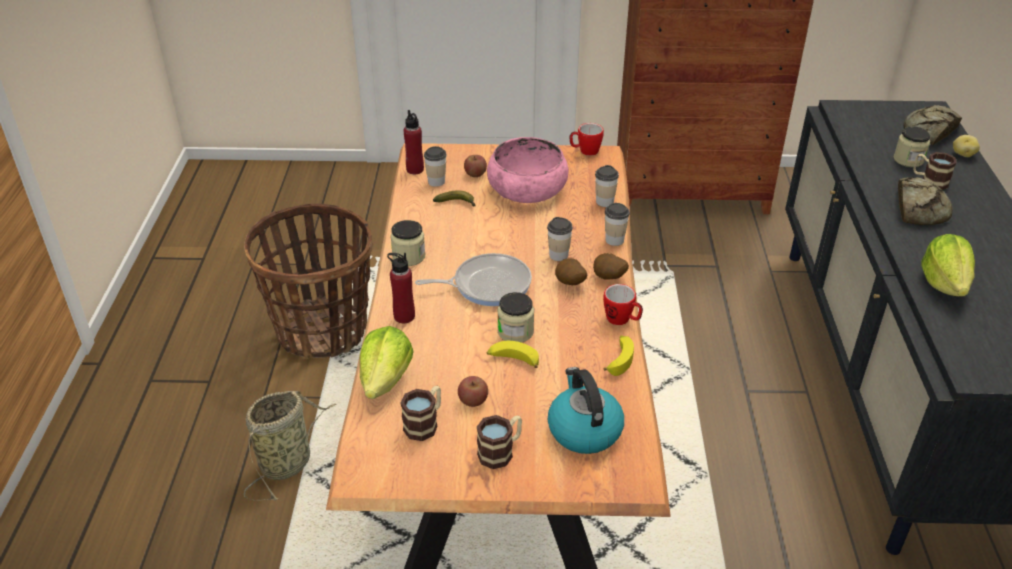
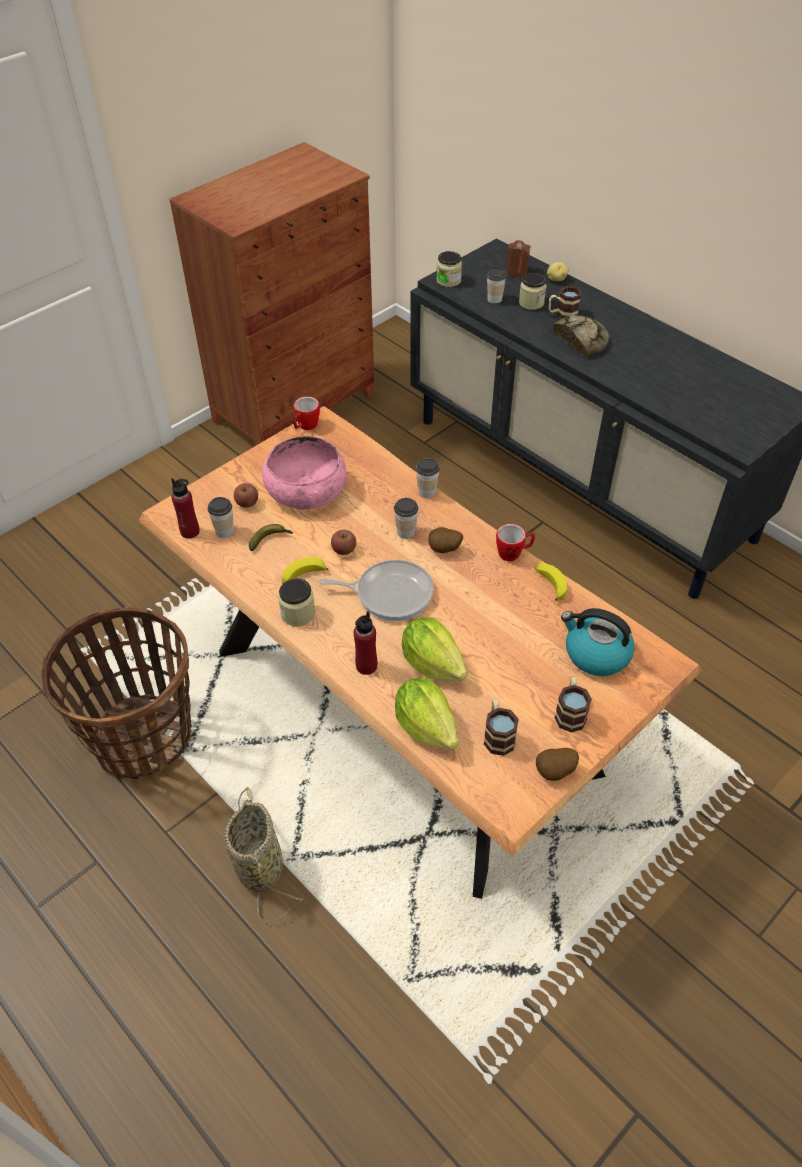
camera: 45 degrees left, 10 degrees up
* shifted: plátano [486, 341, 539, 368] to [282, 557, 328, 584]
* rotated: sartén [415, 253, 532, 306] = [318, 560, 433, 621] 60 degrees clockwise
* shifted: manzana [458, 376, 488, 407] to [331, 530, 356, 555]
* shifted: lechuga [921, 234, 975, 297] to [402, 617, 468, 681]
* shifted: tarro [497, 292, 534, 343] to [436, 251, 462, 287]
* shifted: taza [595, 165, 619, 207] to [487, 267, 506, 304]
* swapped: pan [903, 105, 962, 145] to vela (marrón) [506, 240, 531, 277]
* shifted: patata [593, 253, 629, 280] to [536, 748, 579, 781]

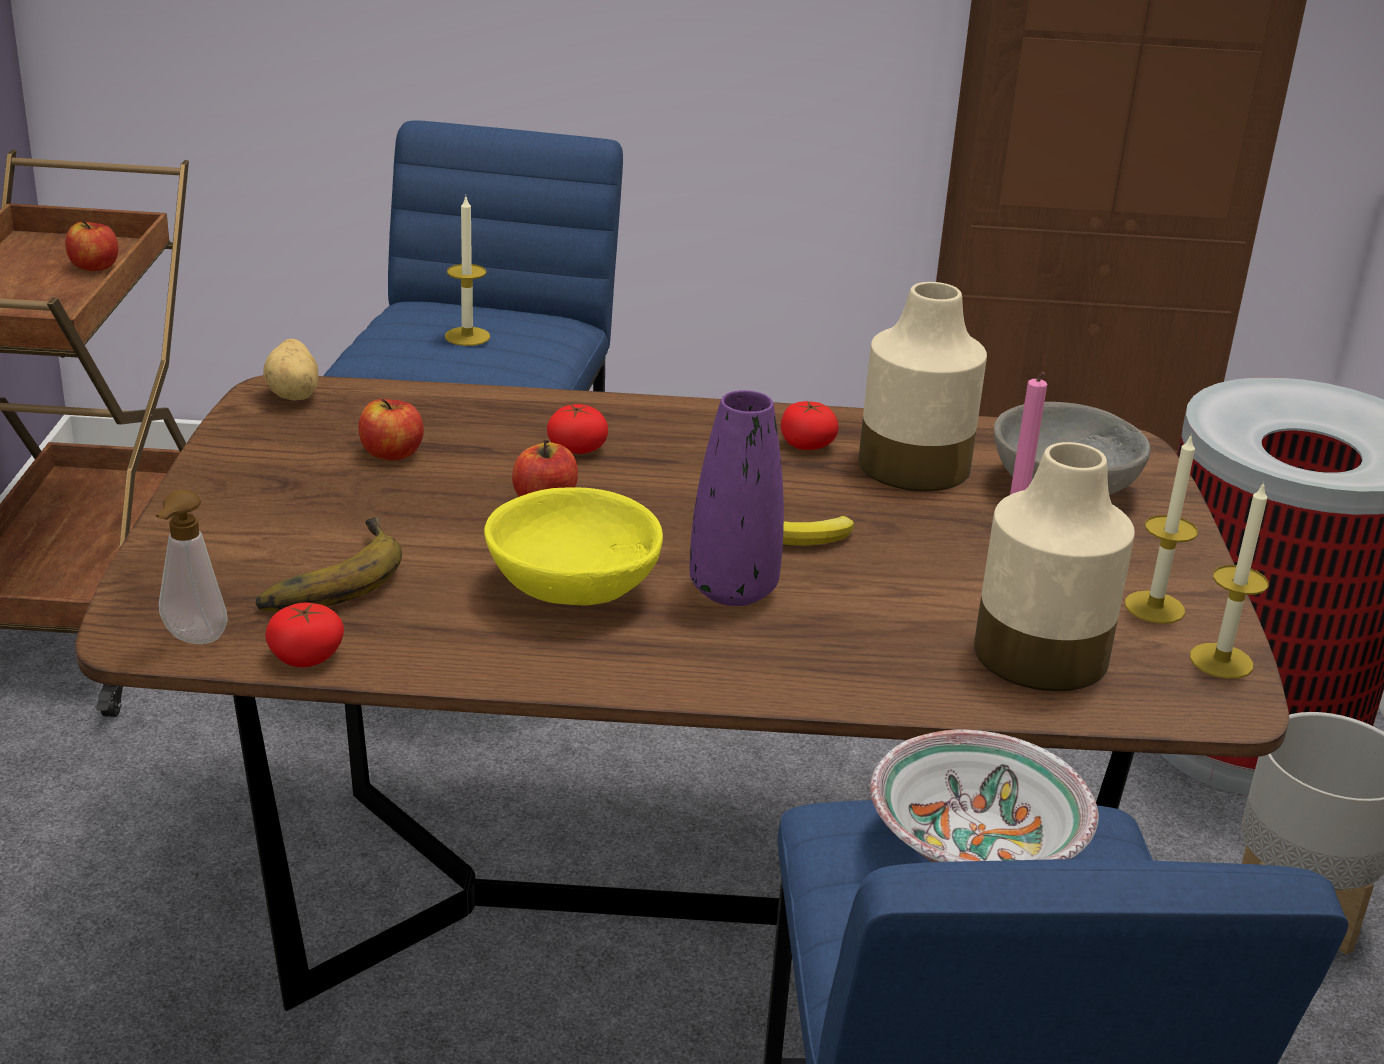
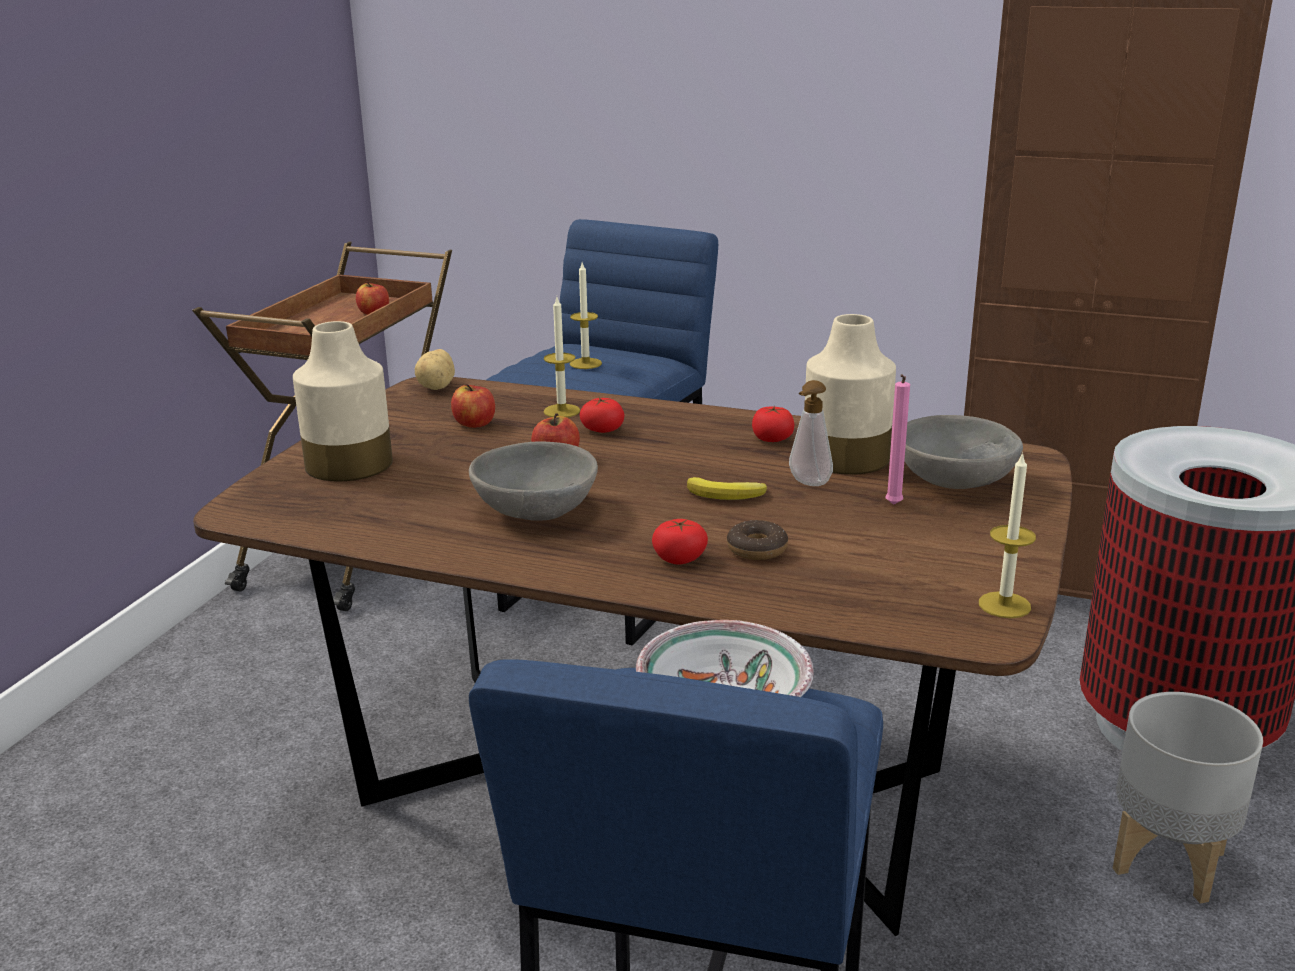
camera: 20 degrees right, 5 degrees down
* shifted: florero (beis) [974, 442, 1135, 691] to [293, 321, 393, 481]
* repainted: cuenco (amarillo) [484, 487, 663, 605] to cuenco (gris) [469, 441, 598, 521]
* shifted: vela [1125, 433, 1198, 624] to [544, 297, 580, 417]
* shifted: tomate [265, 603, 344, 667] to [652, 519, 708, 565]
* new: rosquilla [727, 520, 788, 560]
* shifted: dispensador de jabón [156, 489, 228, 644] to [789, 380, 833, 486]
* gone: plátano [255, 517, 402, 612]
* gone: florero (morado) [690, 390, 784, 606]

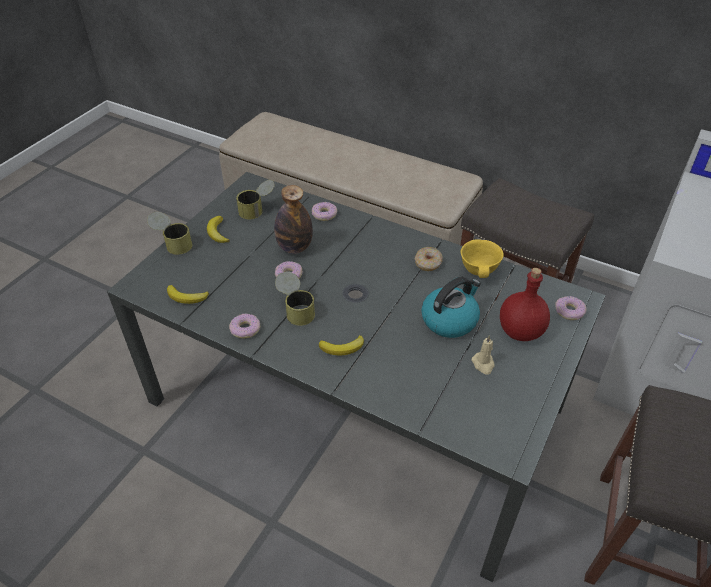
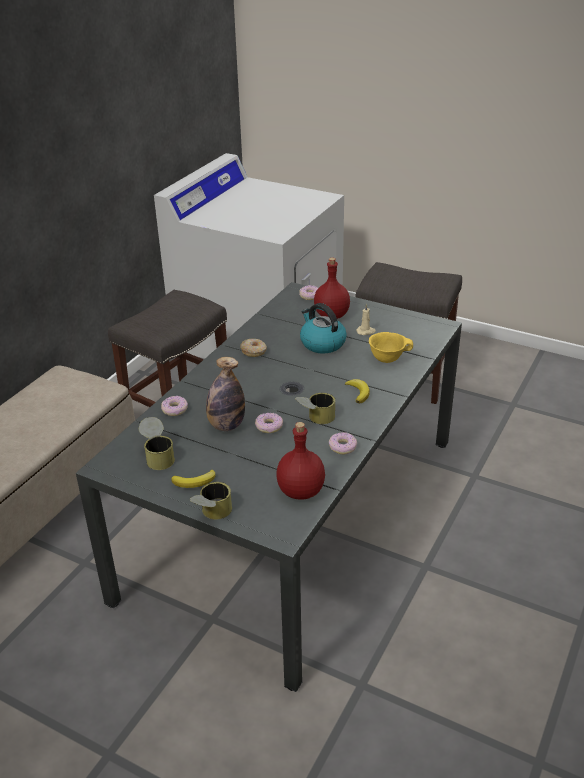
camera: 90 degrees left, 10 degrees down
* swapped: plátano [167, 285, 209, 304] to botella (rojo) [276, 422, 325, 500]
* shifted: cuenco (amarillo) [460, 239, 504, 278] to [369, 332, 413, 363]

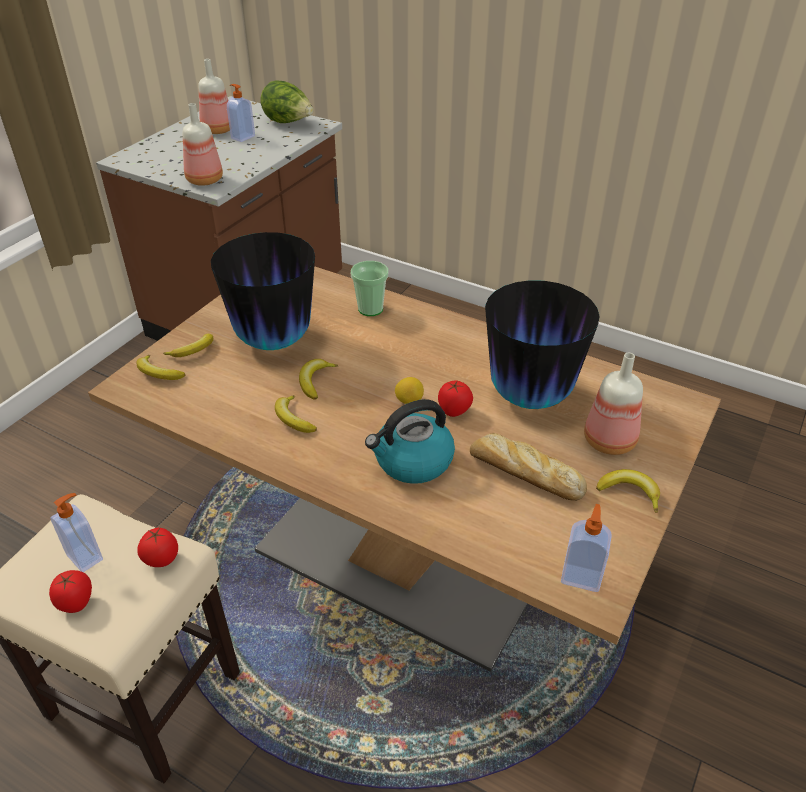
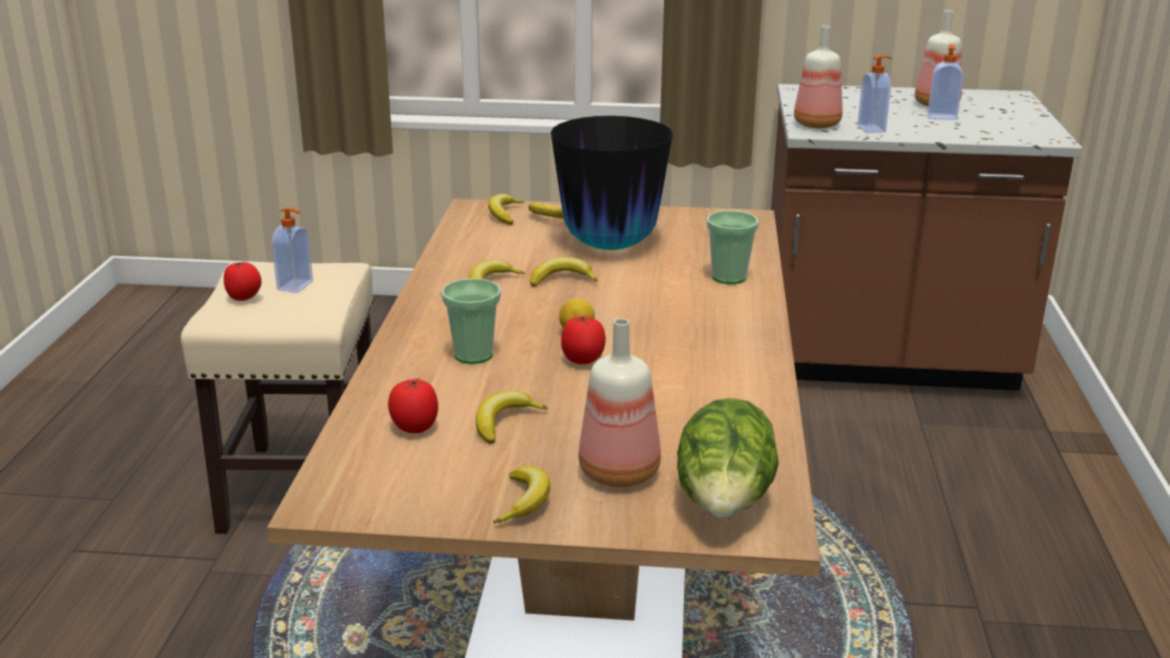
camera: 65 degrees right, 15 degrees down
* shifted: tomate [137, 527, 178, 567] to [388, 378, 438, 433]
* swapped: hervidor [365, 399, 455, 484] to taza [441, 279, 501, 364]
* swapped: pan [470, 433, 587, 501] to plátano [476, 390, 548, 444]
* shifted: lechuga [261, 81, 313, 123] to [677, 398, 779, 518]
* shifted: dispensador de jabón [561, 504, 612, 592] to [858, 55, 892, 133]
* gone: florero [485, 280, 600, 409]

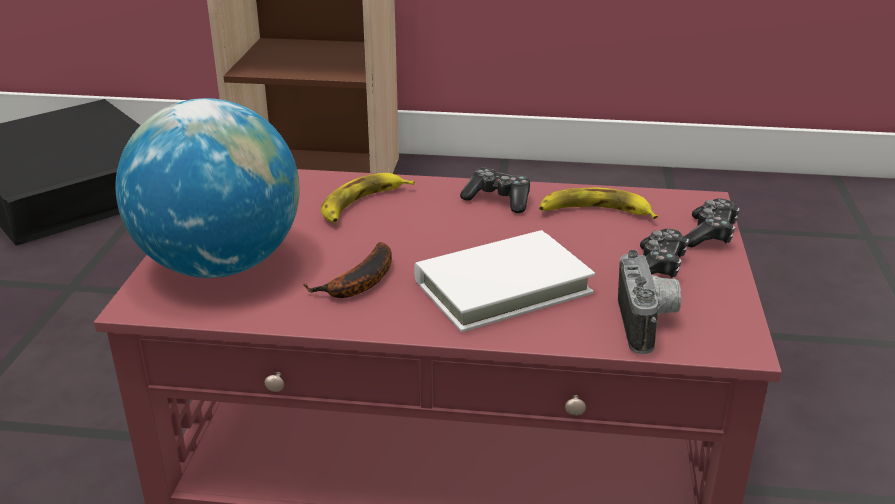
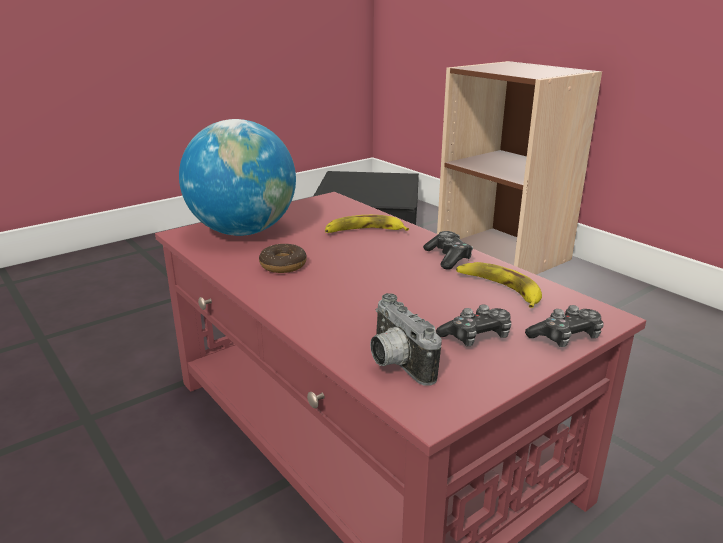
camera: 45 degrees right, 5 degrees down
* swapped: plátano [304, 242, 392, 298] to rosquilla [259, 243, 307, 273]
* rotated: cámara [618, 250, 681, 354] = [370, 293, 442, 386] 105 degrees clockwise
* gone: libro (blanco) [414, 230, 595, 332]

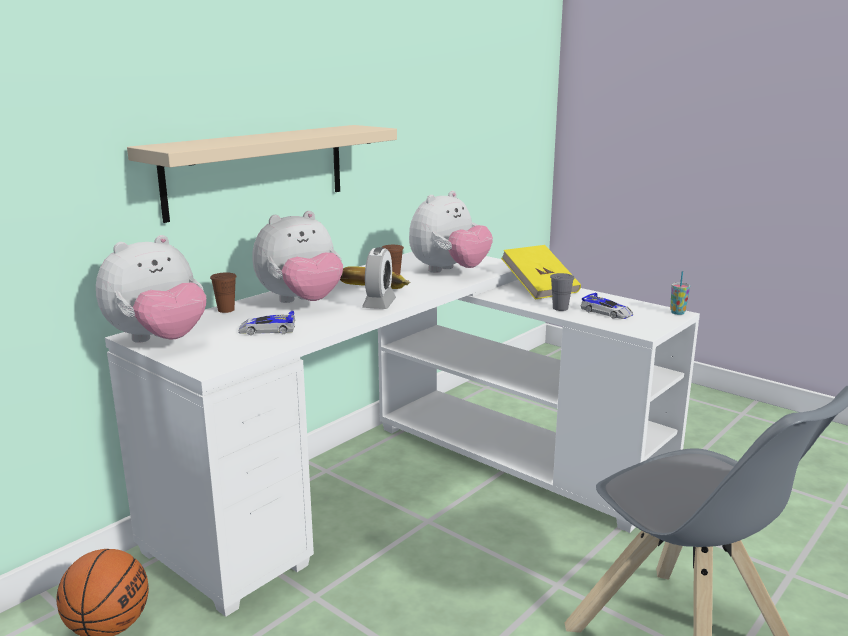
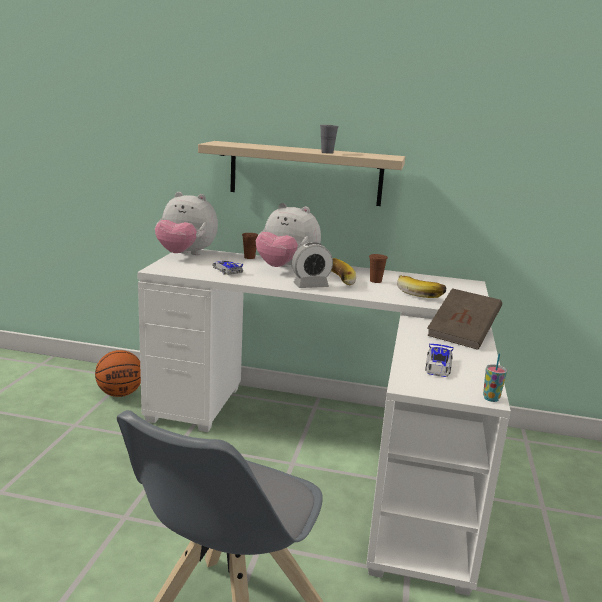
camera: 60 degrees right, 0 degrees up
* shifted: taza (gris) [550, 273, 575, 311] to [320, 125, 339, 154]
* swapped: peluche [409, 191, 493, 273] to plátano [397, 275, 446, 298]
* repainted: libro (amarillo) [501, 245, 581, 299] to libro (marrón) [427, 288, 502, 350]

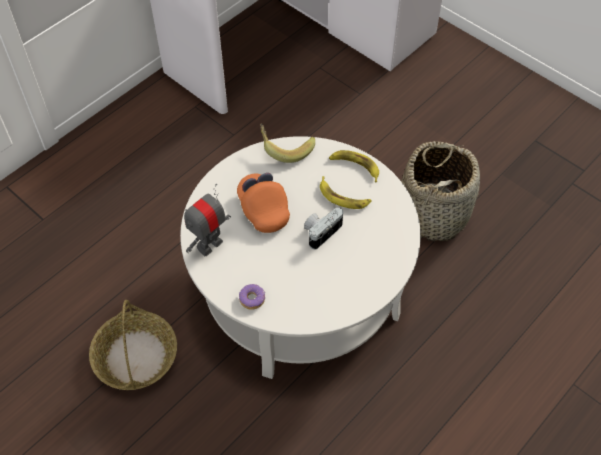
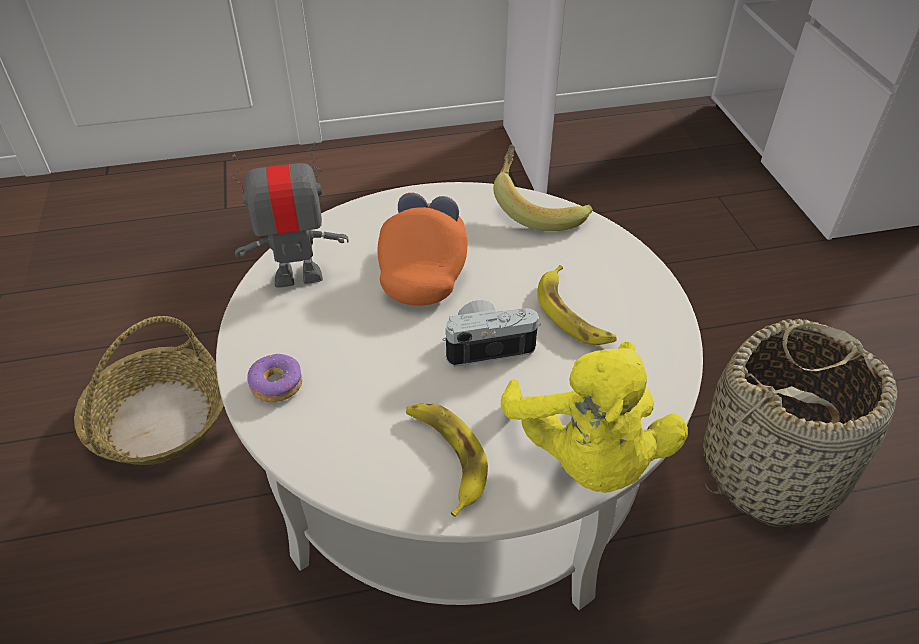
camera: 35 degrees right, 10 degrees down
* shifted: plátano [329, 150, 379, 182] to [406, 403, 488, 517]
* new: peluche (amarillo) [501, 342, 688, 493]

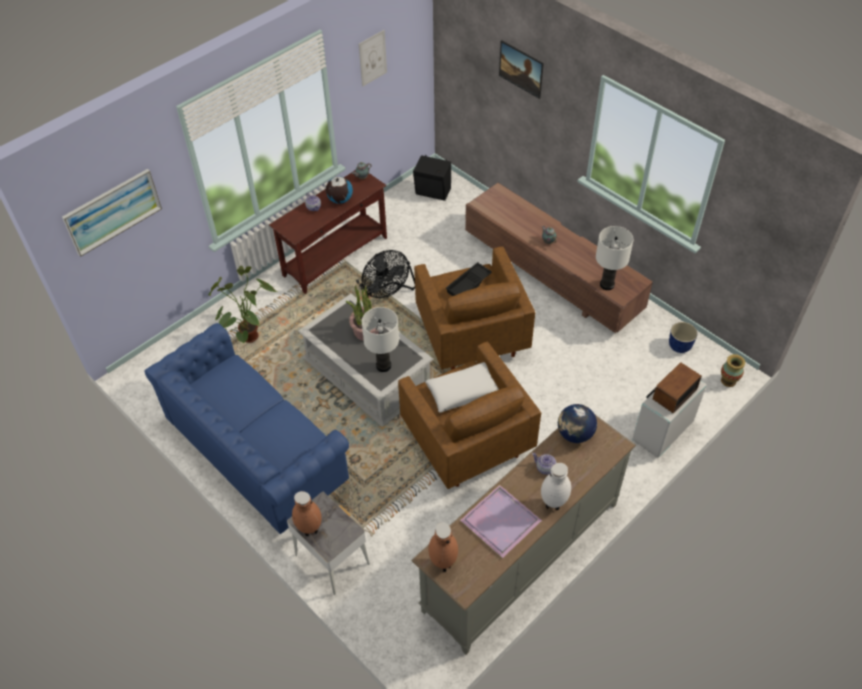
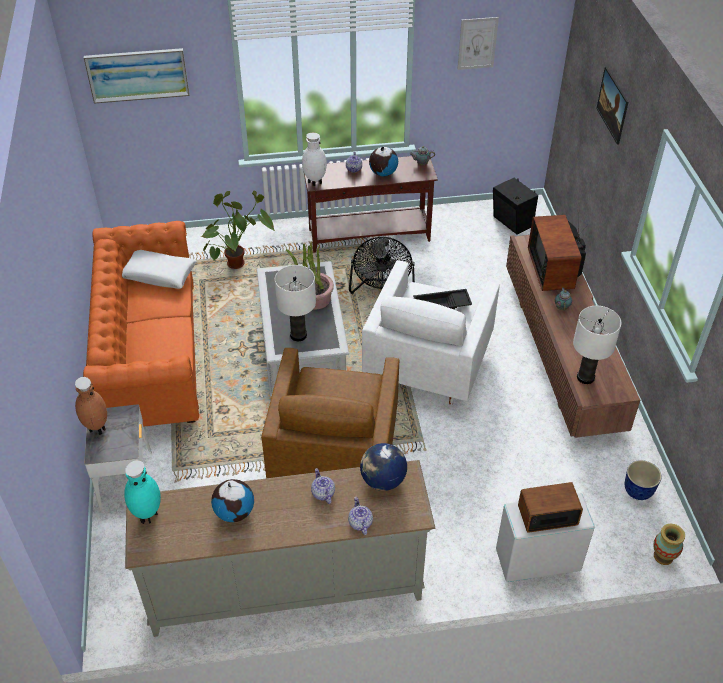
camera: 35 degrees right, 5 degrees down
* repainted: sofá (azul) [144, 323, 349, 534] to sofá (naranja) [83, 221, 199, 427]
* shifted: cojín (blanco) [425, 362, 499, 413] to [122, 250, 197, 289]
* repainted: florero (marrón) [428, 522, 458, 572] to florero (turquesa) [124, 460, 161, 524]
* swapped: bandeja (morado) [460, 485, 542, 558] to globo terráqueo [211, 479, 254, 522]
* shifted: florero (blanco) [541, 463, 571, 511] to [302, 133, 327, 186]
* new: tetera [348, 497, 373, 535]
* repainted: sillón (marrón) [414, 246, 535, 370] to sillón (blanco) [362, 260, 500, 405]
* new: televisor [528, 207, 588, 291]

